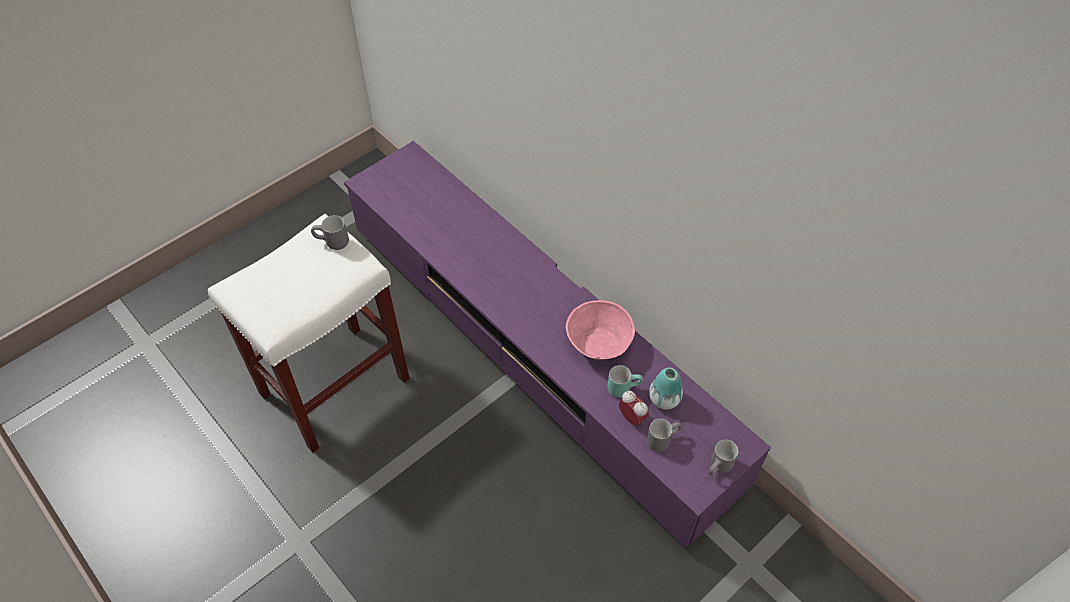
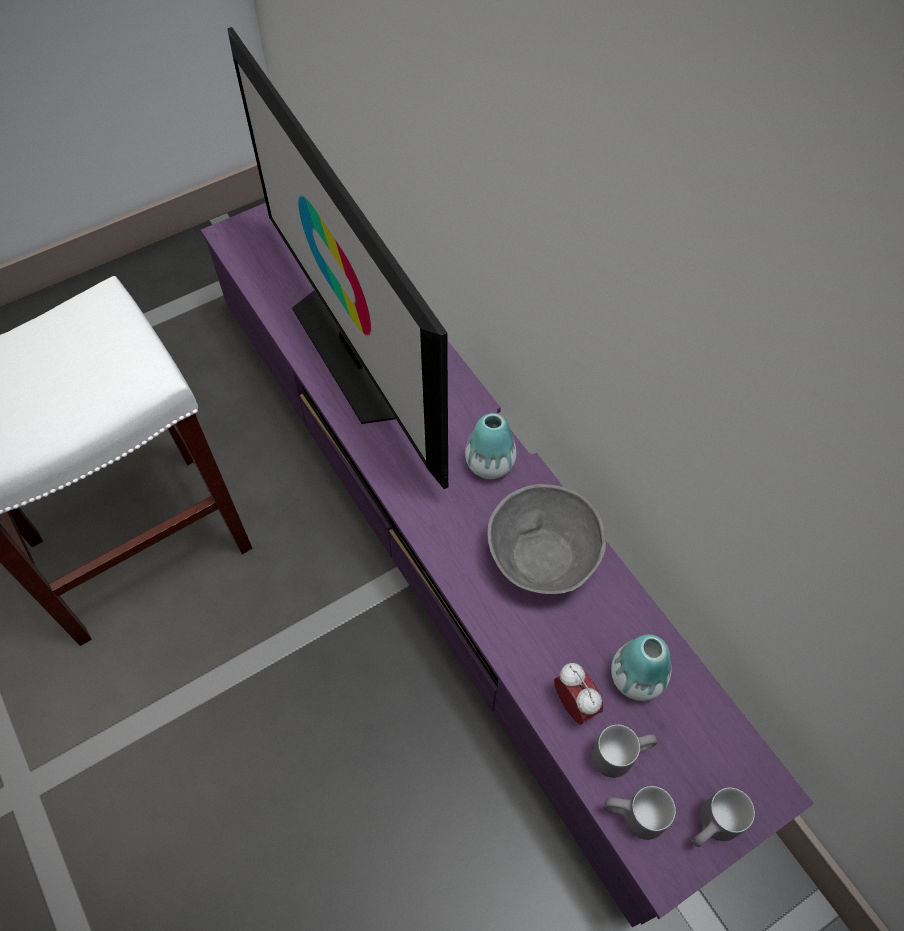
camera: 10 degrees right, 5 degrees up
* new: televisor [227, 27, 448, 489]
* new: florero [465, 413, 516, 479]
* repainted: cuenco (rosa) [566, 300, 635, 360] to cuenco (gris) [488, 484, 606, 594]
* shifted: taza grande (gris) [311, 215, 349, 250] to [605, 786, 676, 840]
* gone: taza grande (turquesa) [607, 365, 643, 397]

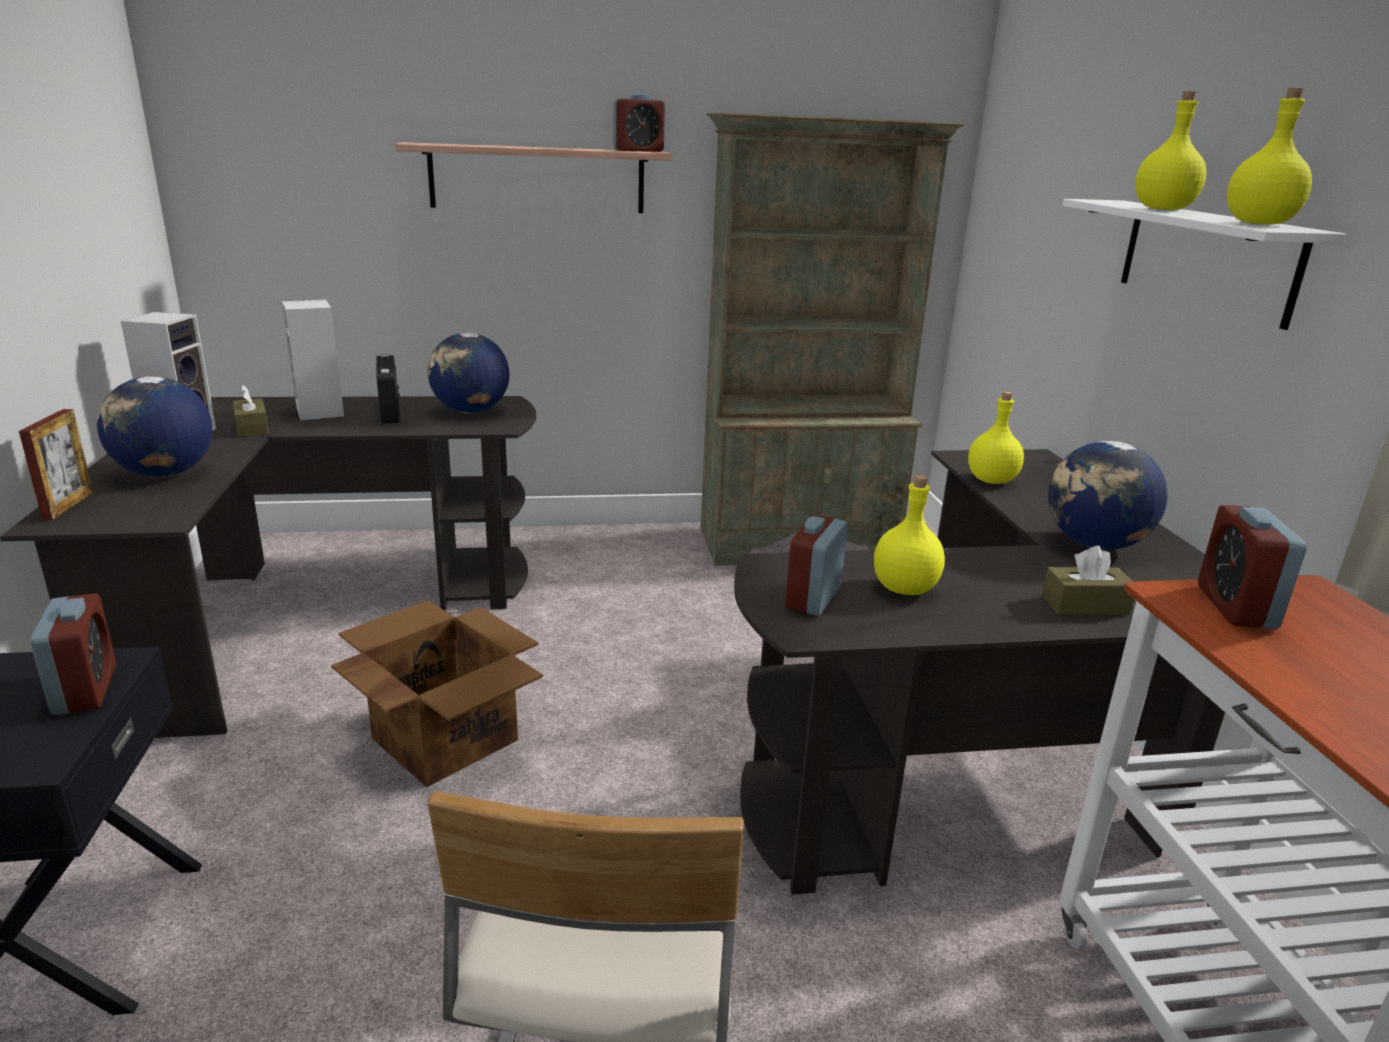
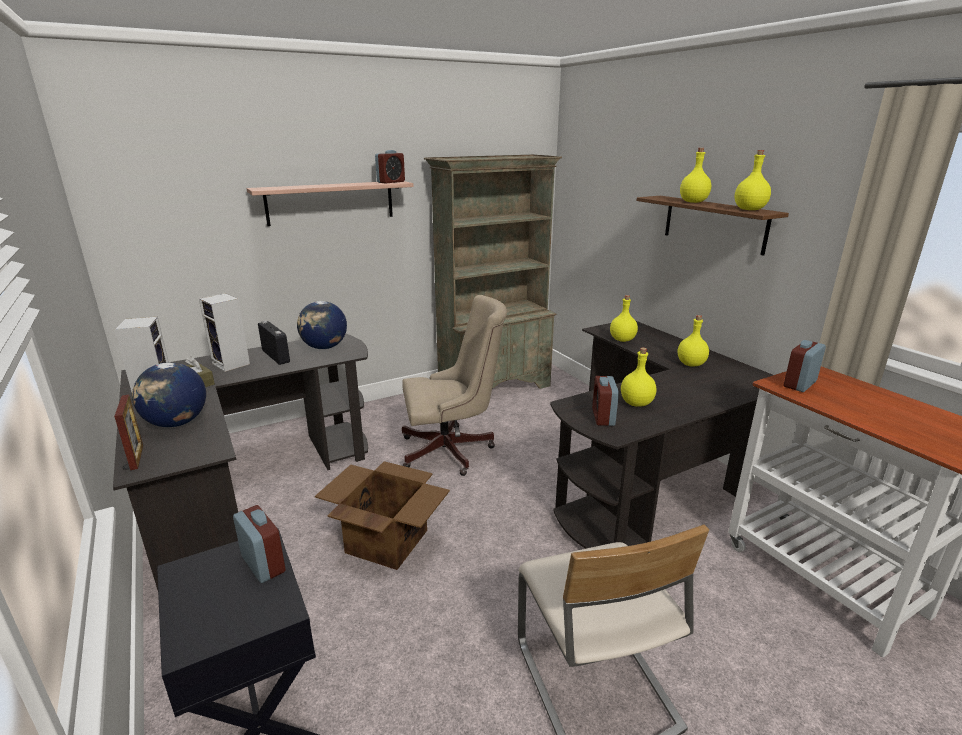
camera: 20 degrees left, 0 degrees up
* new: silla de oficina (beis) [402, 295, 507, 476]
* repainted: estante (blanco) [1063, 199, 1346, 330] to estante (marrón) [636, 196, 789, 256]
* swapped: globo terráqueo [1048, 441, 1167, 550] to botella (amarillo) [677, 315, 709, 366]
* rotated: despertador [1198, 505, 1307, 629] = [784, 340, 826, 392] 60 degrees clockwise
* gone: caja de pañuelos (marrón) [1042, 546, 1134, 615]

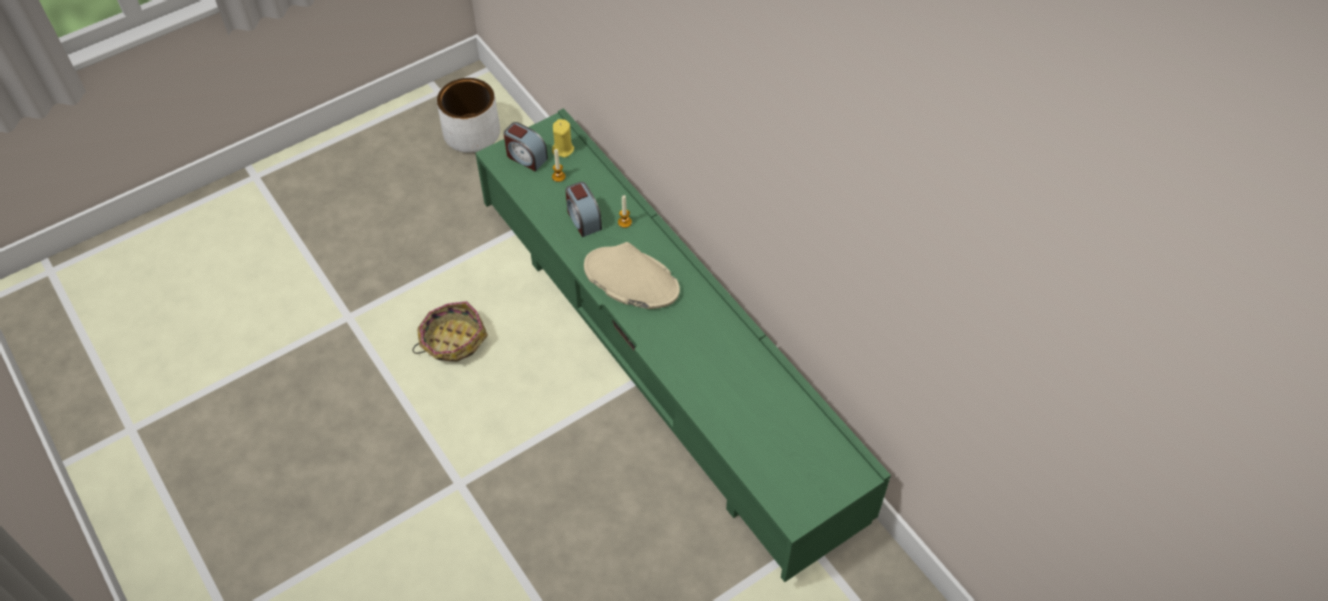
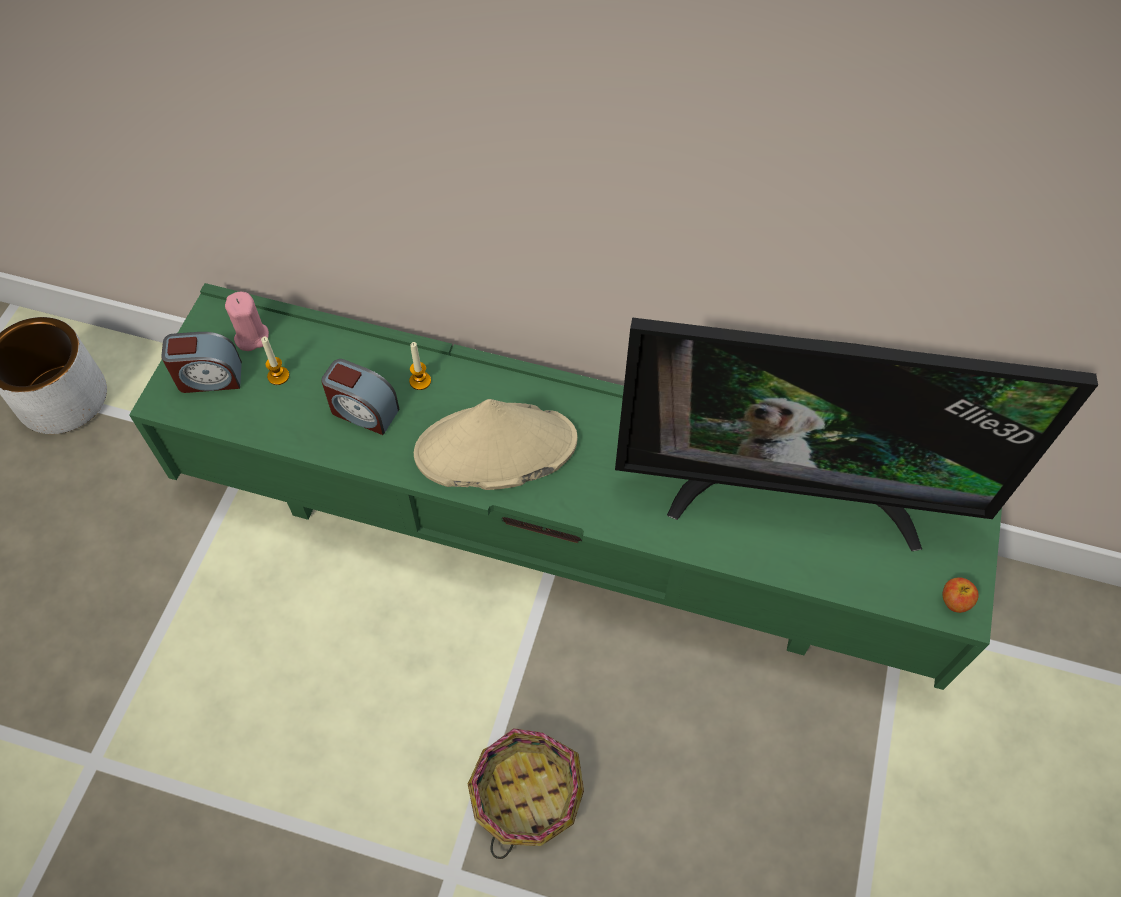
camera: 40 degrees left, 5 degrees up
* repainted: vela (amarillo) [552, 119, 574, 158] to vela (rosa) [225, 292, 269, 351]
* shifted: cesta [413, 301, 488, 362] to [468, 728, 584, 859]
* new: televisor [615, 317, 1098, 551]
* new: manzana [942, 577, 979, 613]

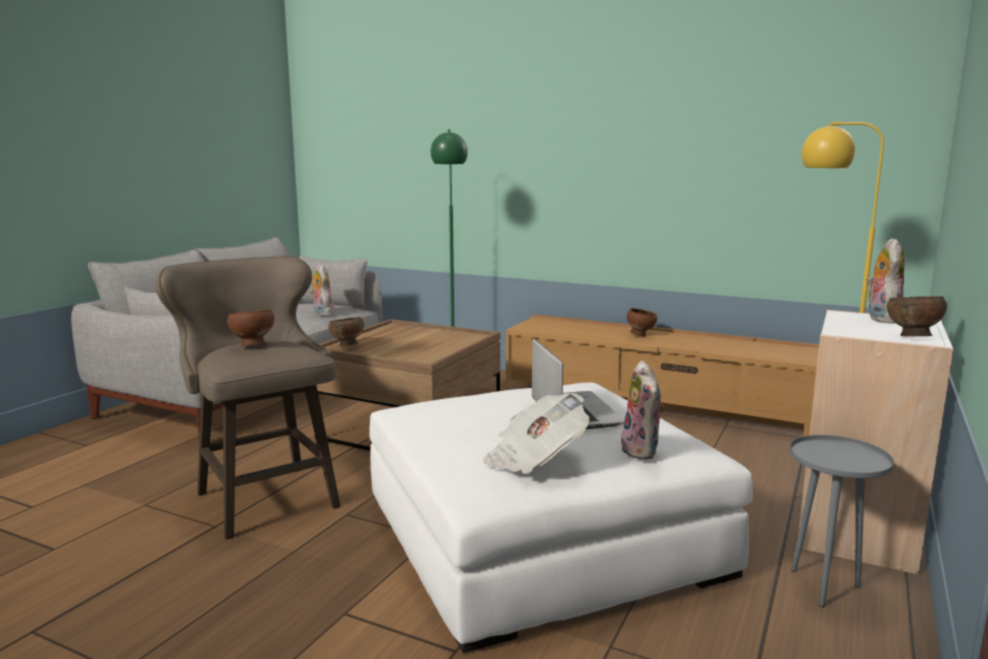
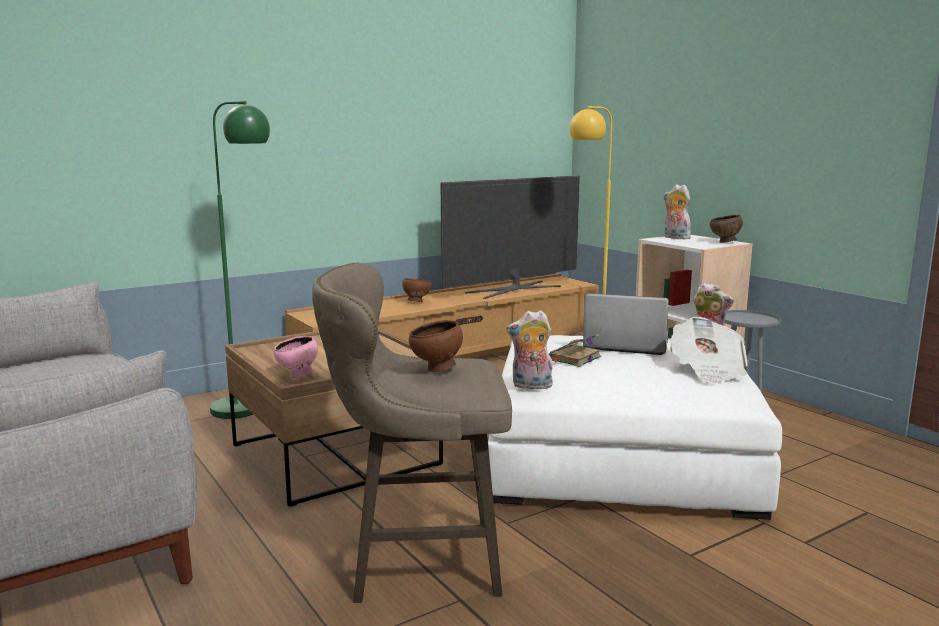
camera: 60 degrees left, 0 degrees up
* repainted: cuenco (marrón) [328, 317, 364, 346] to cuenco (rosa) [274, 336, 318, 378]
* new: televisor [441, 175, 580, 299]
* shifted: peluche [310, 264, 334, 316] to [506, 310, 553, 389]
* new: libro [549, 334, 601, 367]

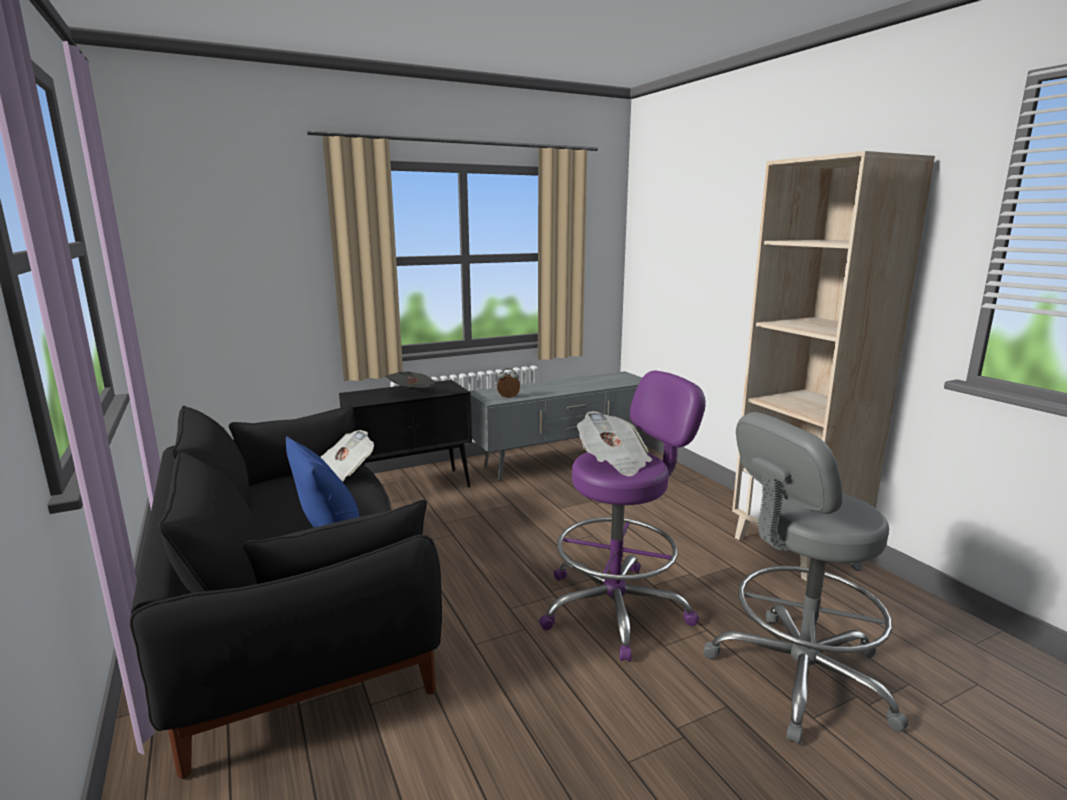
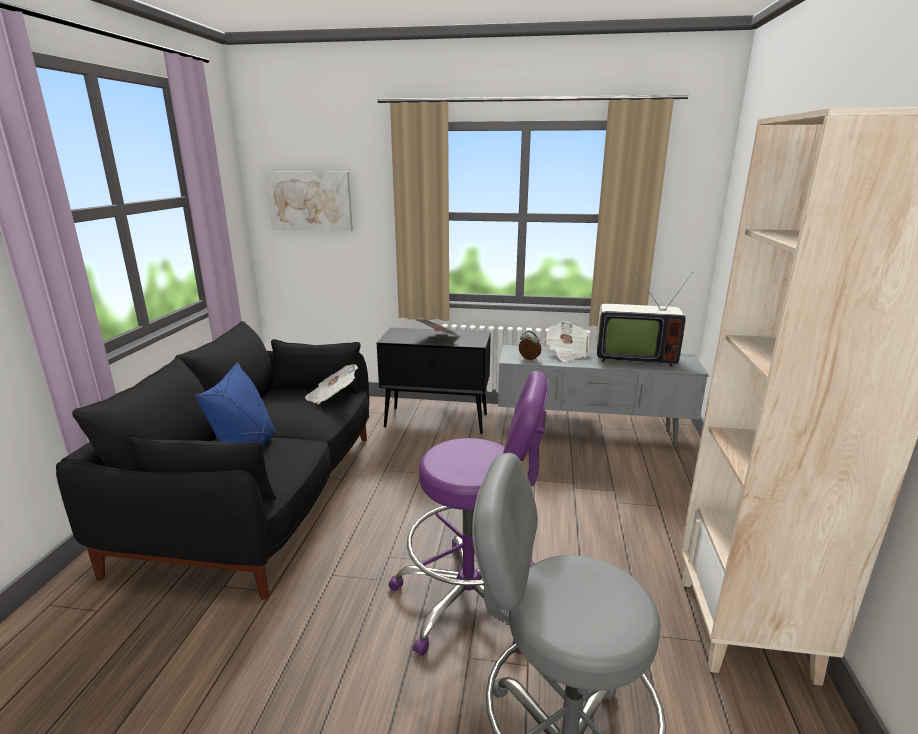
camera: 35 degrees right, 5 degrees up
* new: cuadro [265, 171, 353, 231]
* shifted: periódico [577, 411, 652, 477] to [545, 321, 590, 361]
* new: televisor [596, 273, 692, 367]

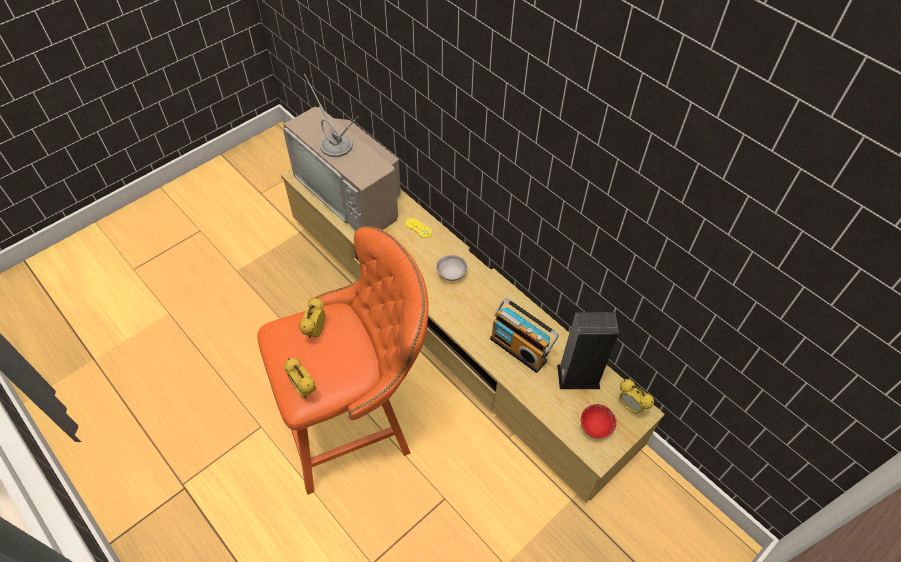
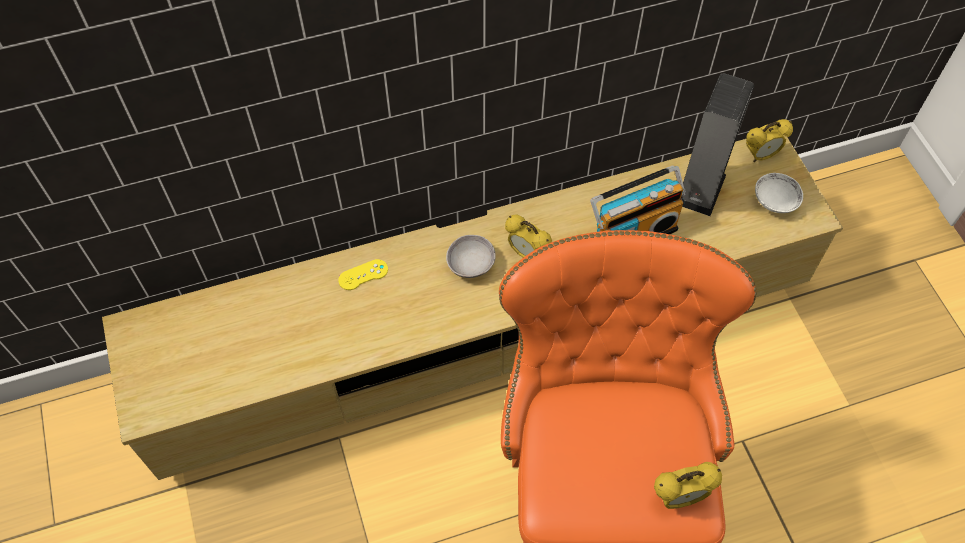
camera: 65 degrees left, 5 degrees up
* shifted: despertador [299, 297, 325, 338] to [505, 214, 552, 257]
* repainted: cuenco (rojo) [581, 404, 616, 439] to cuenco (blanco) [755, 173, 803, 213]
* gone: televisor [283, 74, 401, 230]

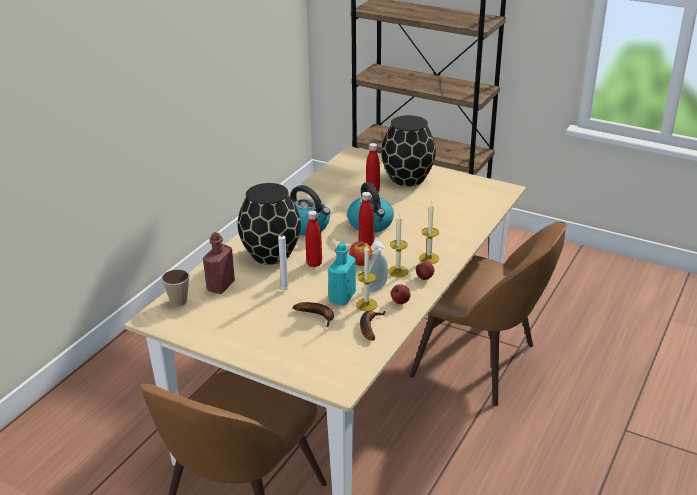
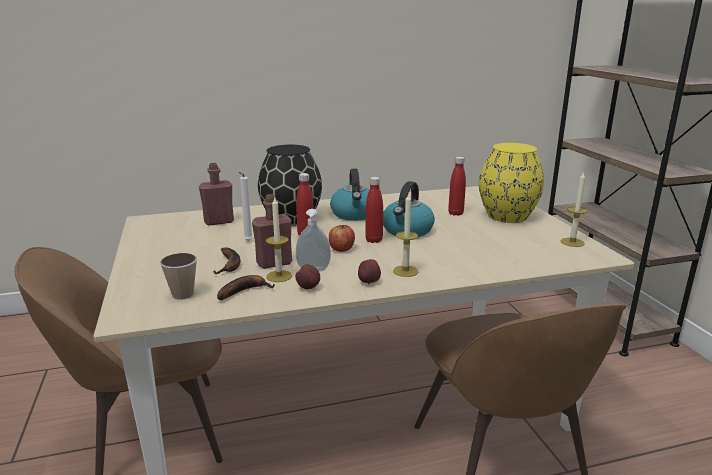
camera: 45 degrees right, 10 degrees down
* shifted: taza [161, 269, 190, 306] to [160, 253, 197, 300]
* repainted: botella (turquesa) [328, 242, 356, 305] to botella (rojo) [252, 194, 292, 269]
* repainted: florero (negro) [381, 115, 436, 186] to florero (amarillo) [479, 143, 544, 223]
* shifted: vela [388, 213, 409, 277] to [561, 172, 588, 247]

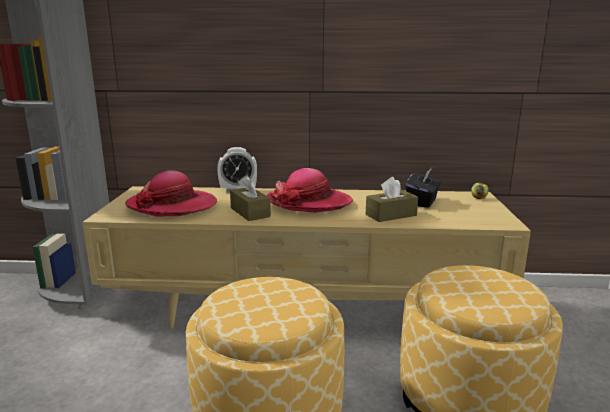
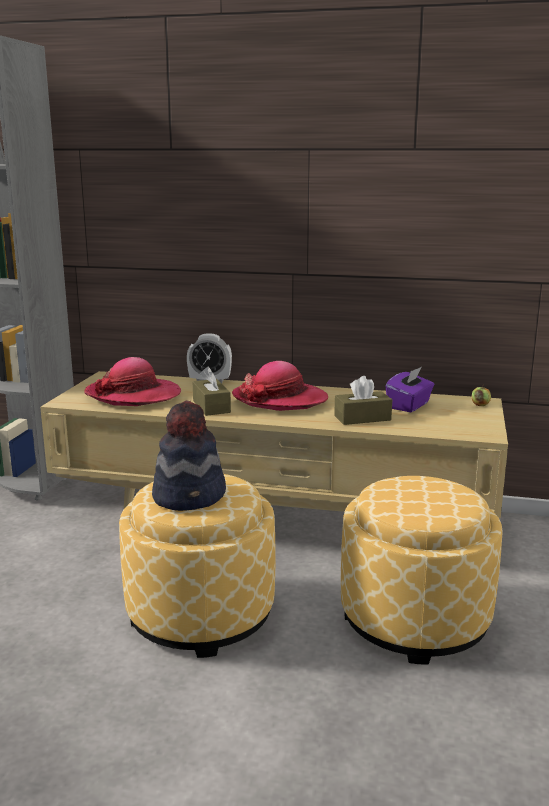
camera: 10 degrees right, 0 degrees up
* new: sombrero [152, 401, 226, 511]
* repainted: caja de pañuelos (negro) [405, 168, 441, 208] to caja de pañuelos (morado) [385, 367, 434, 412]

